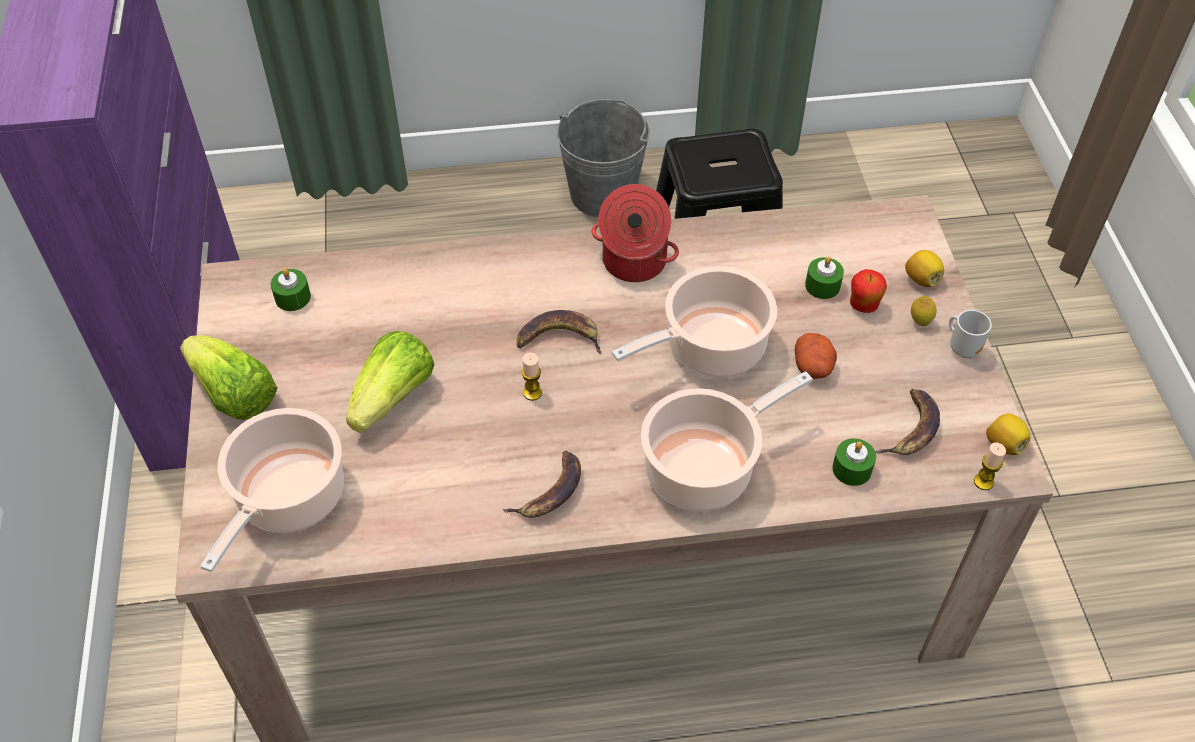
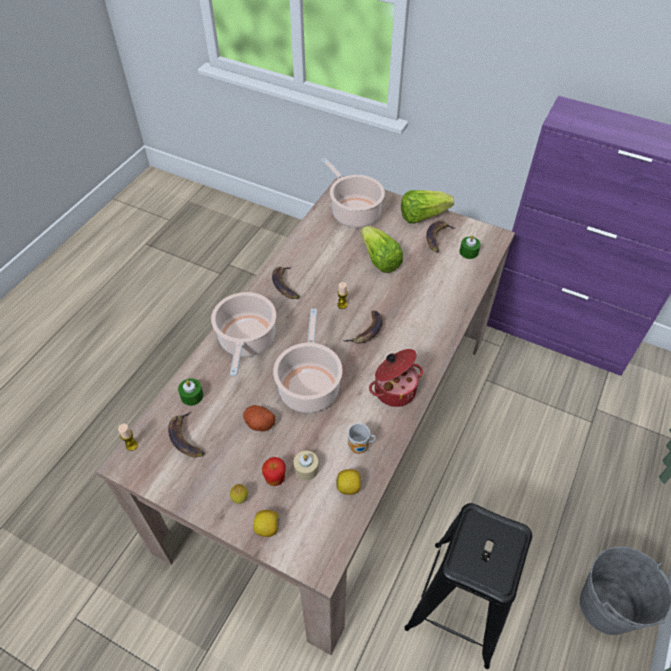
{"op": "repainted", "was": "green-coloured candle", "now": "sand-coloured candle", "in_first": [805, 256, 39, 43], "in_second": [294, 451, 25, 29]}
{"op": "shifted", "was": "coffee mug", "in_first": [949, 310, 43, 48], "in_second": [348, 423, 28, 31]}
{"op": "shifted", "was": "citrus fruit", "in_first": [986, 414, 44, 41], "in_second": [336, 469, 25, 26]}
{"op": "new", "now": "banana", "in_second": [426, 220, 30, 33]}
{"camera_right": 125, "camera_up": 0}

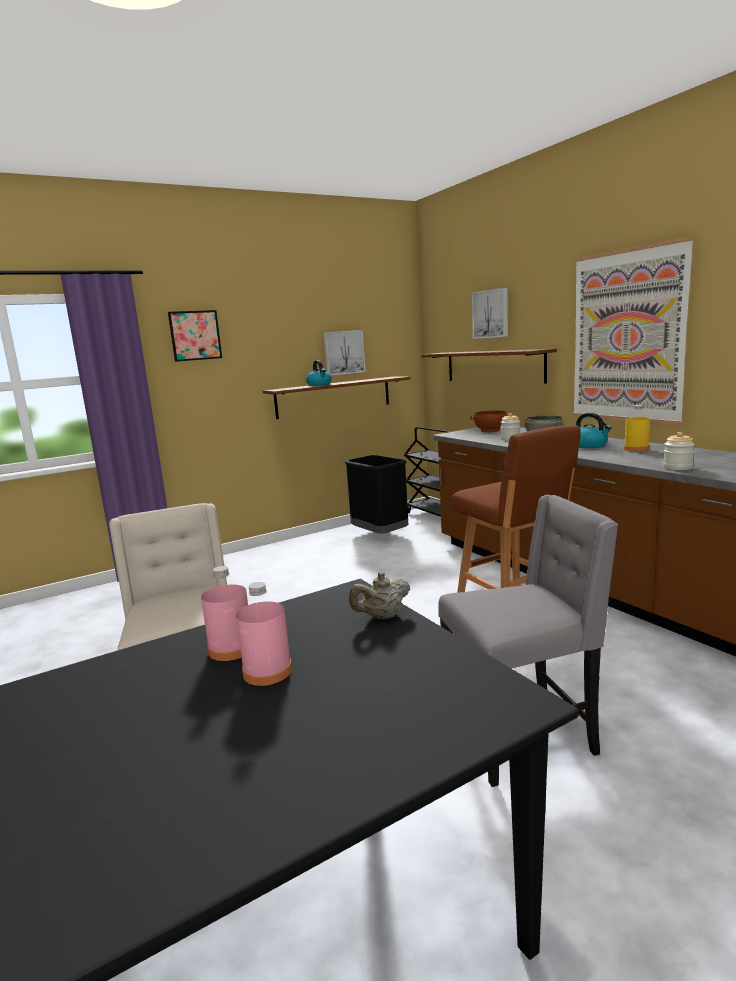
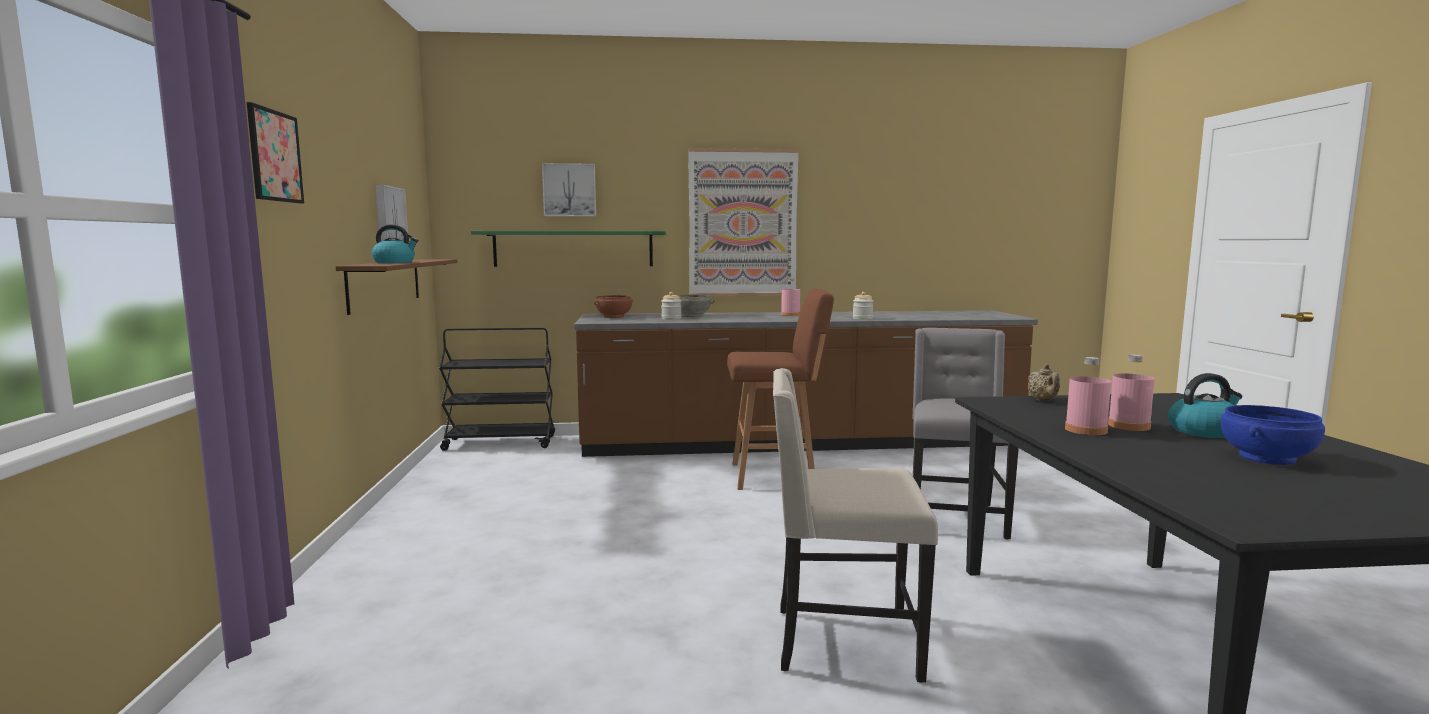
{"op": "gone", "was": "blackish waste bin", "in_first": [345, 455, 63, 79]}
{"op": "repainted", "was": "brownish wall shelf", "now": "green-coloured wall shelf", "in_first": [421, 349, 136, 34], "in_second": [471, 231, 195, 36]}
{"op": "shifted", "was": "tea kettle", "in_first": [576, 413, 36, 35], "in_second": [1168, 373, 75, 65]}
{"op": "repainted", "was": "yellow bottle", "now": "pink bottle", "in_first": [624, 405, 26, 46], "in_second": [781, 278, 19, 38]}
{"op": "new", "now": "blue bowl", "in_second": [1221, 405, 104, 60]}
{"camera_right": -65, "camera_up": -5}

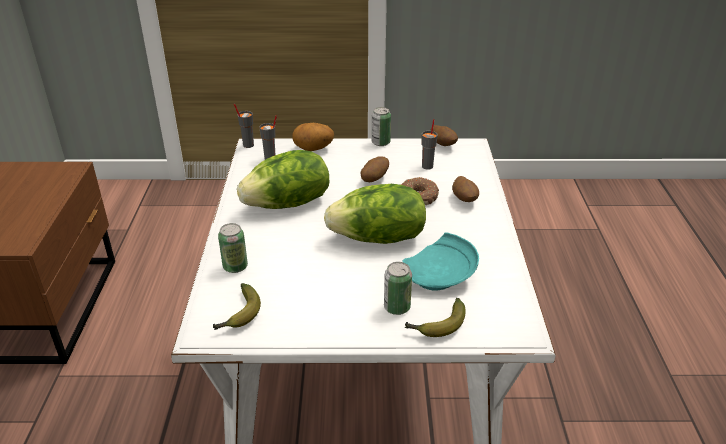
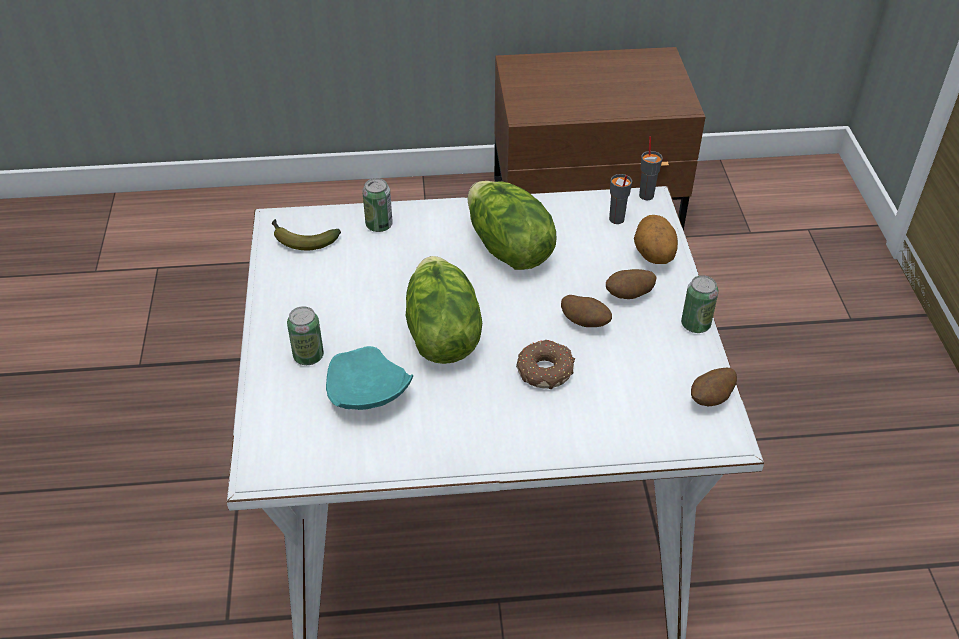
{"op": "gone", "was": "banana", "in_first": [405, 298, 60, 39]}
{"op": "gone", "was": "gray cup", "in_first": [422, 119, 16, 51]}
{"op": "shifted", "was": "spud", "in_first": [452, 176, 27, 26], "in_second": [606, 269, 51, 30]}
{"camera_right": 85, "camera_up": 10}

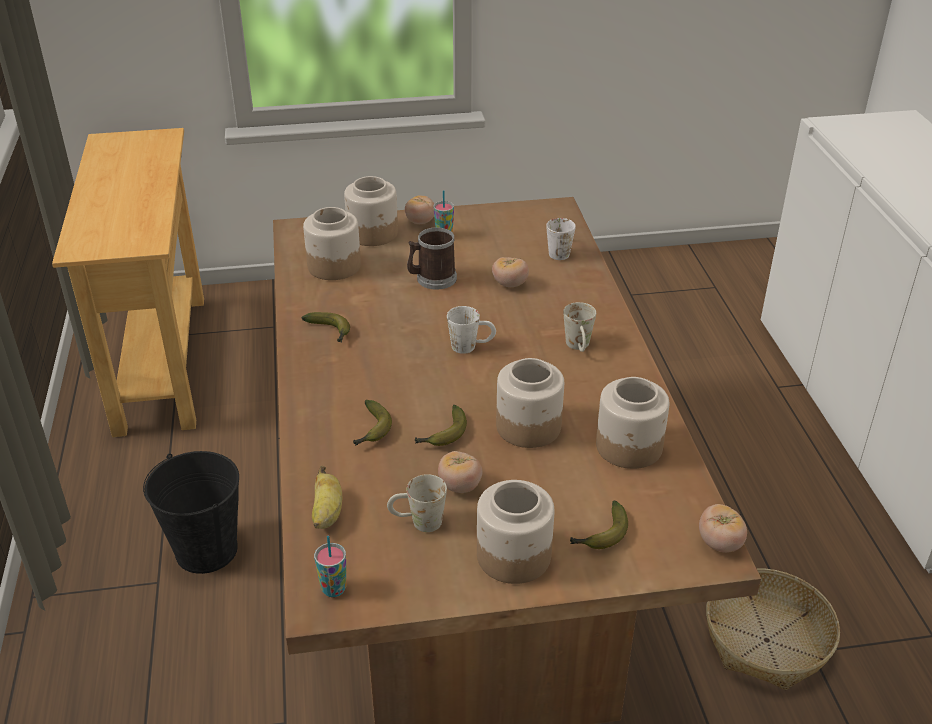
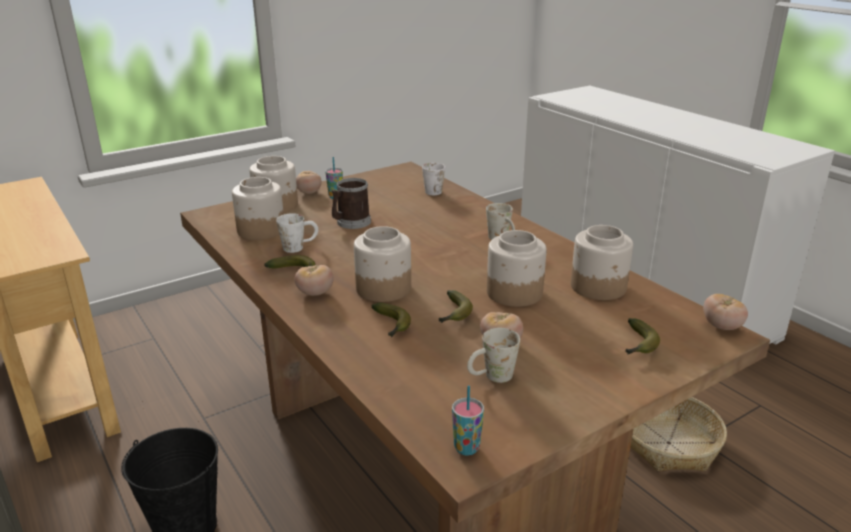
{"op": "gone", "was": "banana", "in_first": [312, 466, 30, 63]}
{"op": "shifted", "was": "white-coloured coffee mug", "in_first": [447, 306, 49, 48], "in_second": [276, 213, 42, 40]}
{"op": "shifted", "was": "preserve jar", "in_first": [477, 480, 77, 104], "in_second": [354, 226, 57, 76]}
{"op": "shifted", "was": "tomato", "in_first": [492, 257, 37, 30], "in_second": [294, 265, 40, 31]}
{"camera_right": -25, "camera_up": -10}

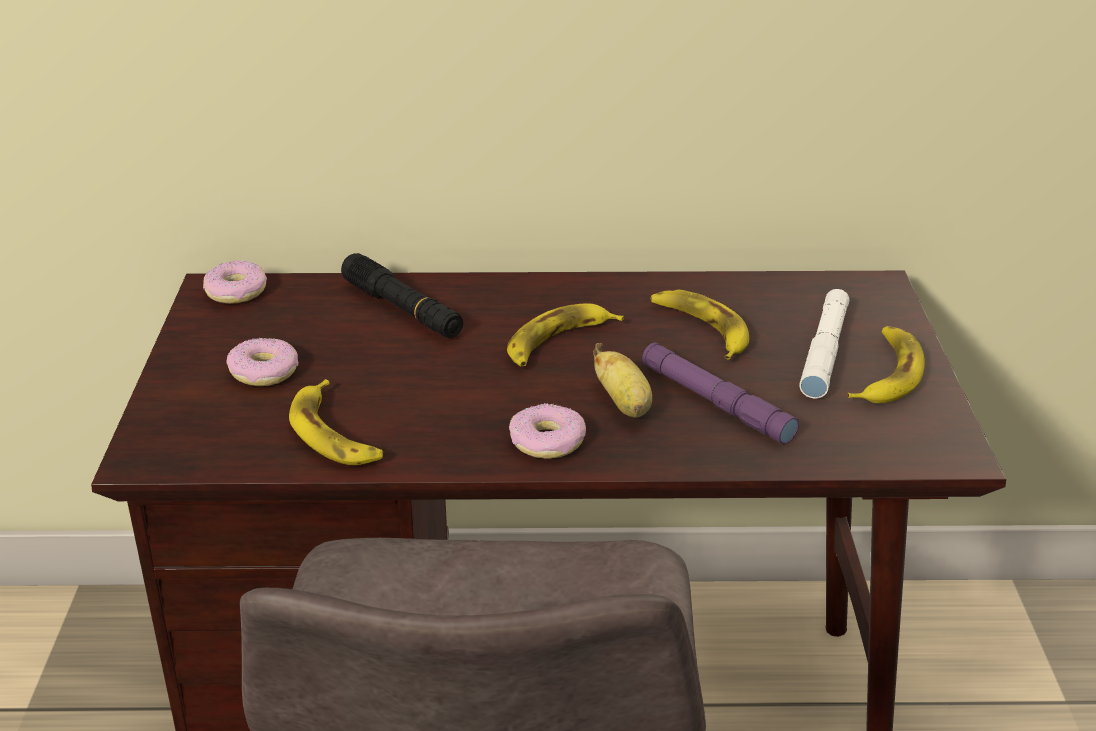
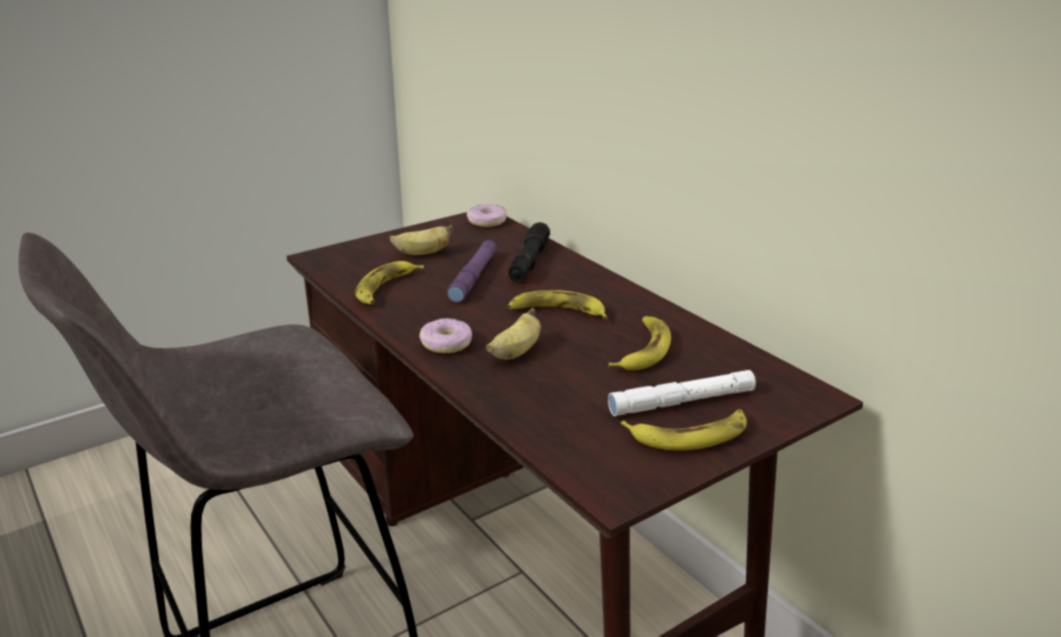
{"op": "swapped", "was": "donut", "now": "banana", "in_first": [226, 338, 72, 48], "in_second": [390, 225, 63, 30]}
{"op": "shifted", "was": "purple-coloured torch", "in_first": [642, 343, 157, 101], "in_second": [446, 240, 51, 63]}
{"camera_right": 55, "camera_up": -5}

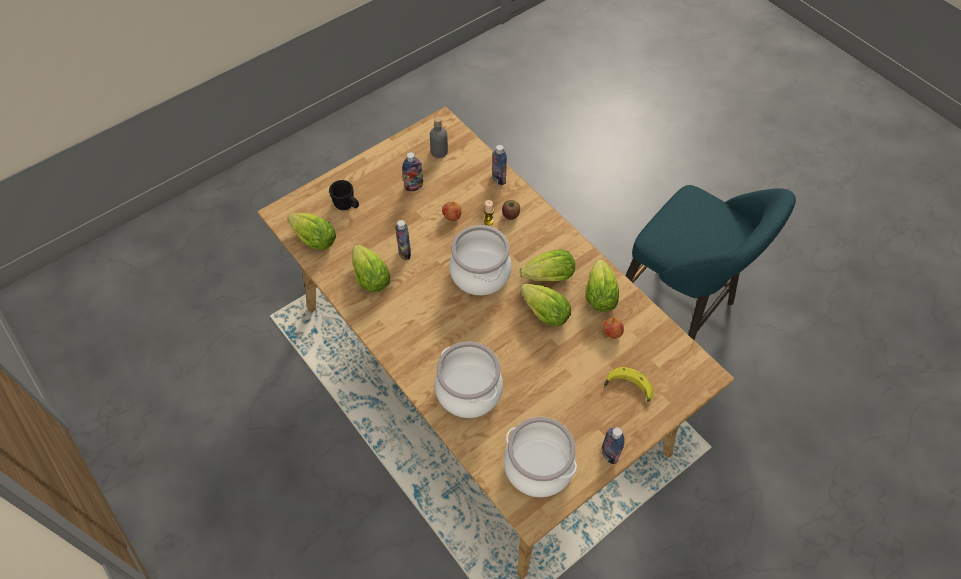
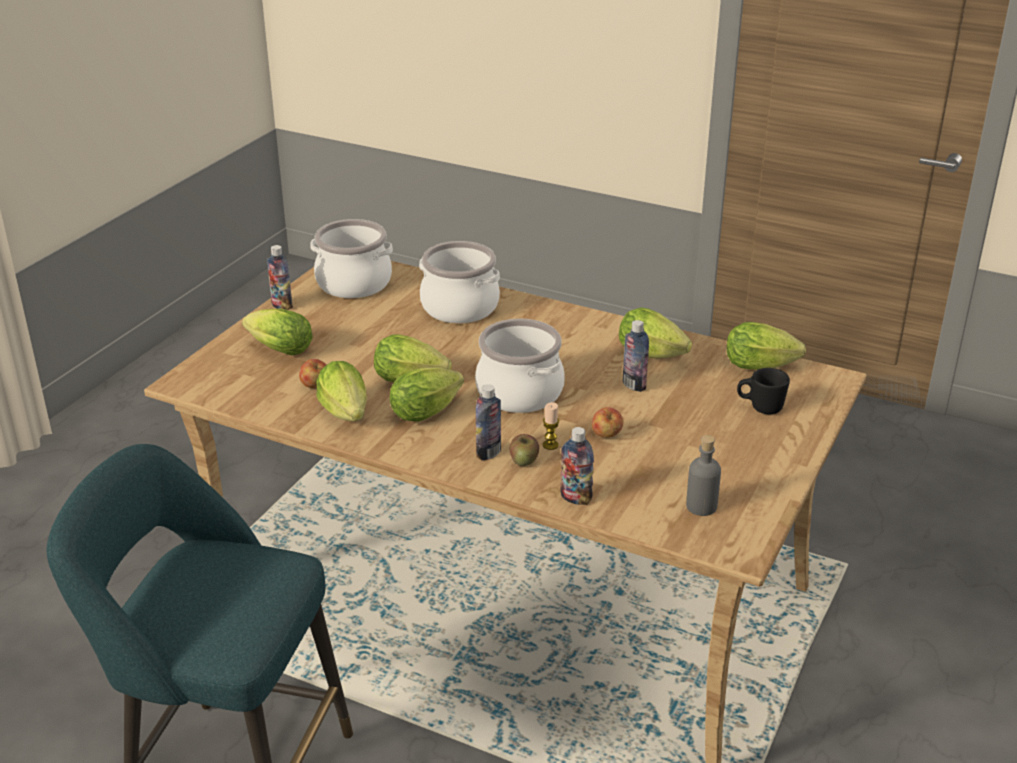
{"op": "shifted", "was": "bottle", "in_first": [402, 152, 21, 39], "in_second": [476, 384, 25, 77]}
{"op": "swapped", "was": "banana", "now": "head of lettuce", "in_first": [604, 367, 50, 35], "in_second": [242, 309, 71, 46]}
{"camera_right": 155, "camera_up": -25}

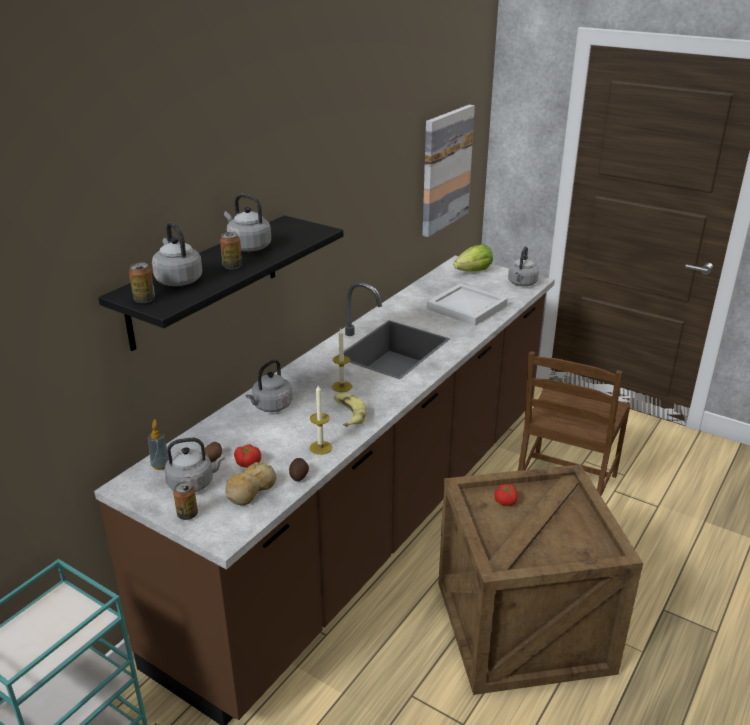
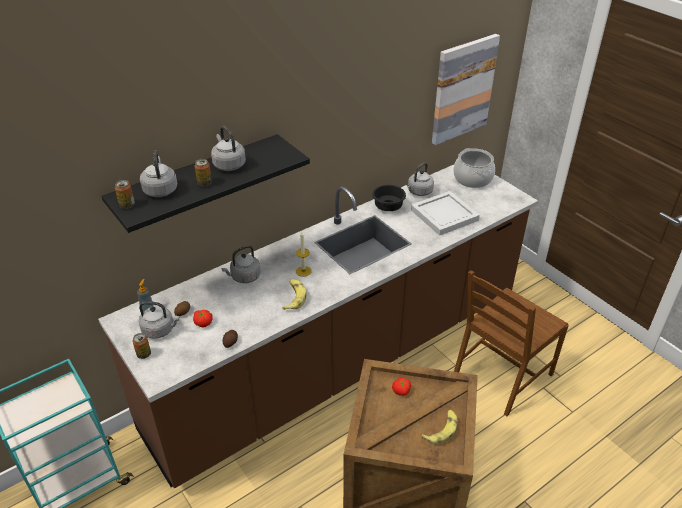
{"op": "gone", "was": "bakery bread", "in_first": [225, 462, 51, 43]}
{"op": "gone", "was": "candle", "in_first": [309, 385, 23, 70]}
{"op": "swapped", "was": "head of lettuce", "now": "saucepot", "in_first": [454, 244, 39, 28], "in_second": [453, 148, 42, 40]}
{"op": "shifted", "was": "gray tea kettle", "in_first": [508, 246, 31, 40], "in_second": [407, 162, 27, 34]}
{"op": "new", "now": "blackish bowl", "in_second": [372, 185, 34, 26]}
{"op": "new", "now": "banana", "in_second": [421, 410, 37, 34]}
{"camera_right": 20, "camera_up": 10}

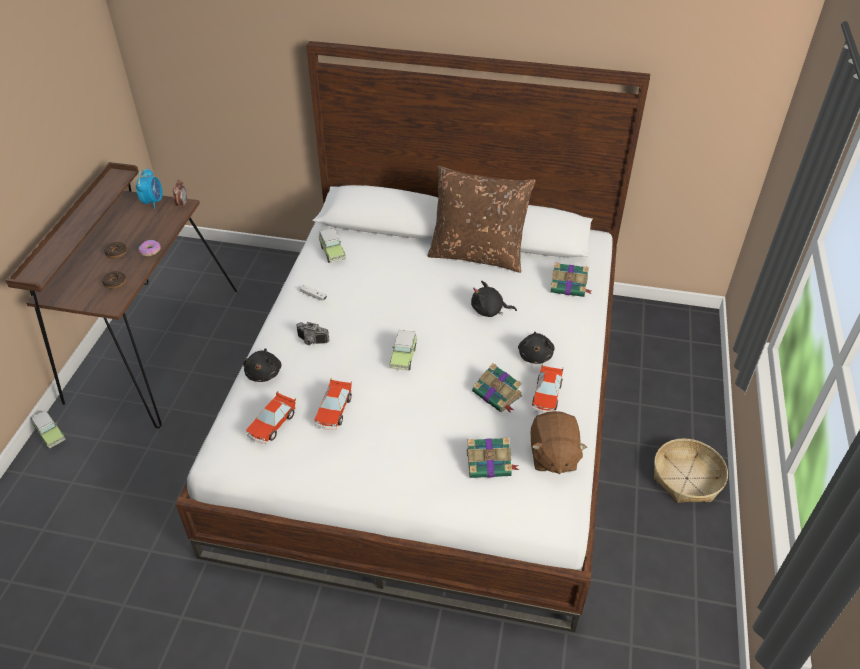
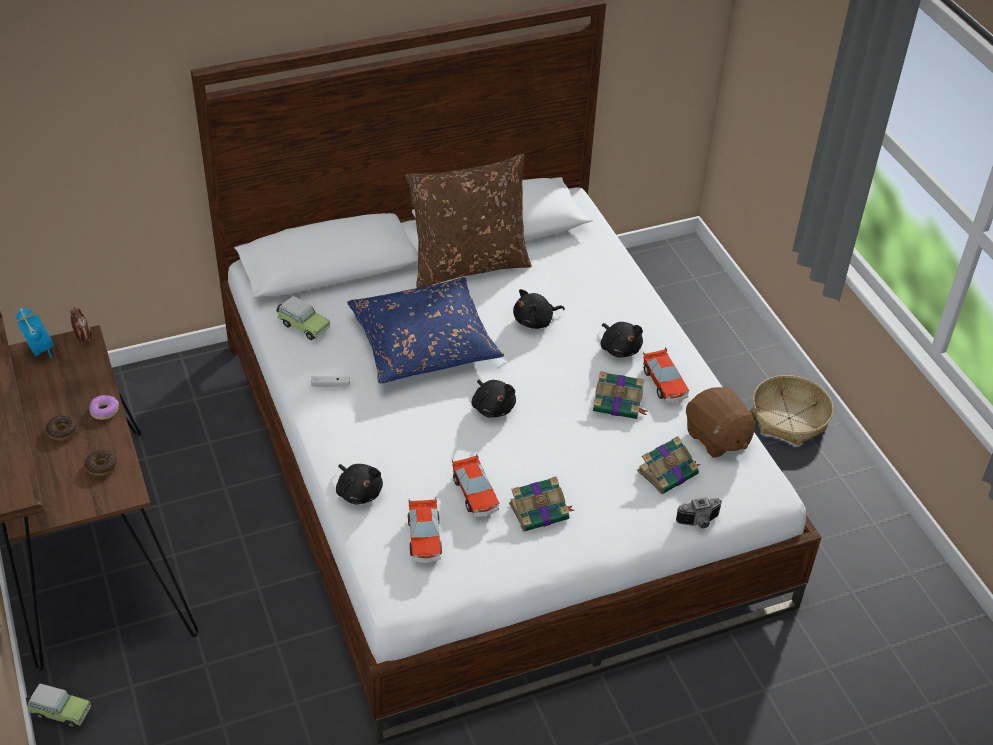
{"op": "shifted", "was": "still camera", "in_first": [296, 322, 34, 23], "in_second": [676, 497, 46, 31]}
{"op": "swapped", "was": "miniature car", "now": "blackish plush toy", "in_first": [390, 330, 27, 41], "in_second": [472, 380, 44, 37]}
{"op": "shifted", "was": "volume", "in_first": [550, 263, 42, 34], "in_second": [509, 476, 65, 56]}
{"op": "new", "now": "blue cushion", "in_second": [347, 277, 157, 106]}
{"camera_right": -35, "camera_up": 0}

